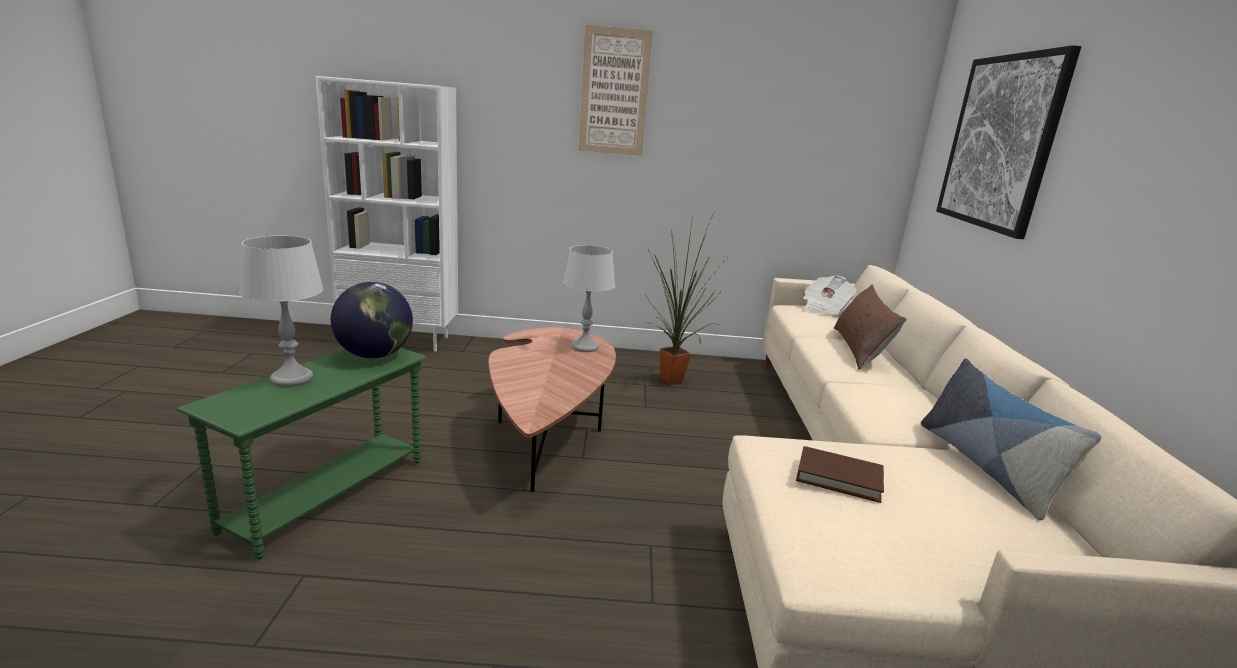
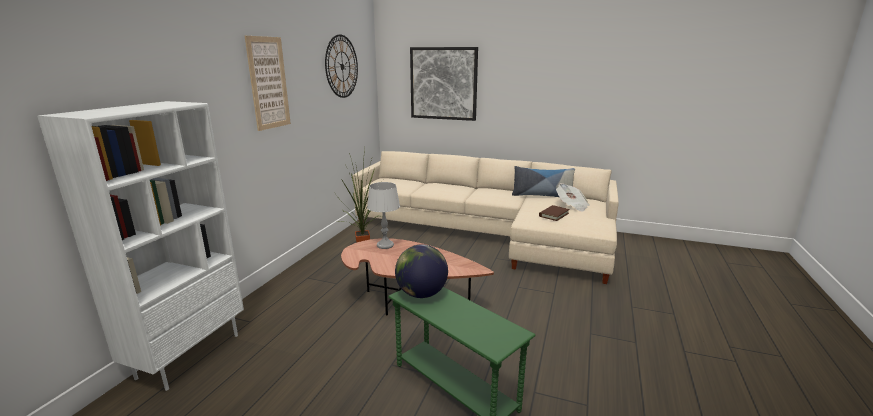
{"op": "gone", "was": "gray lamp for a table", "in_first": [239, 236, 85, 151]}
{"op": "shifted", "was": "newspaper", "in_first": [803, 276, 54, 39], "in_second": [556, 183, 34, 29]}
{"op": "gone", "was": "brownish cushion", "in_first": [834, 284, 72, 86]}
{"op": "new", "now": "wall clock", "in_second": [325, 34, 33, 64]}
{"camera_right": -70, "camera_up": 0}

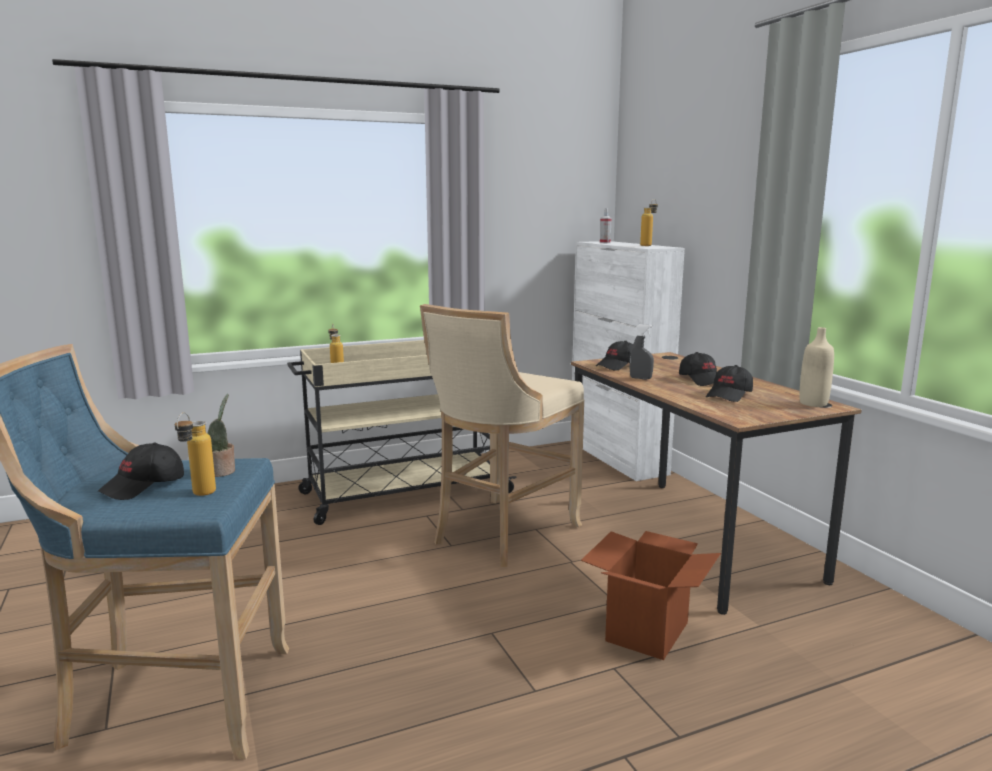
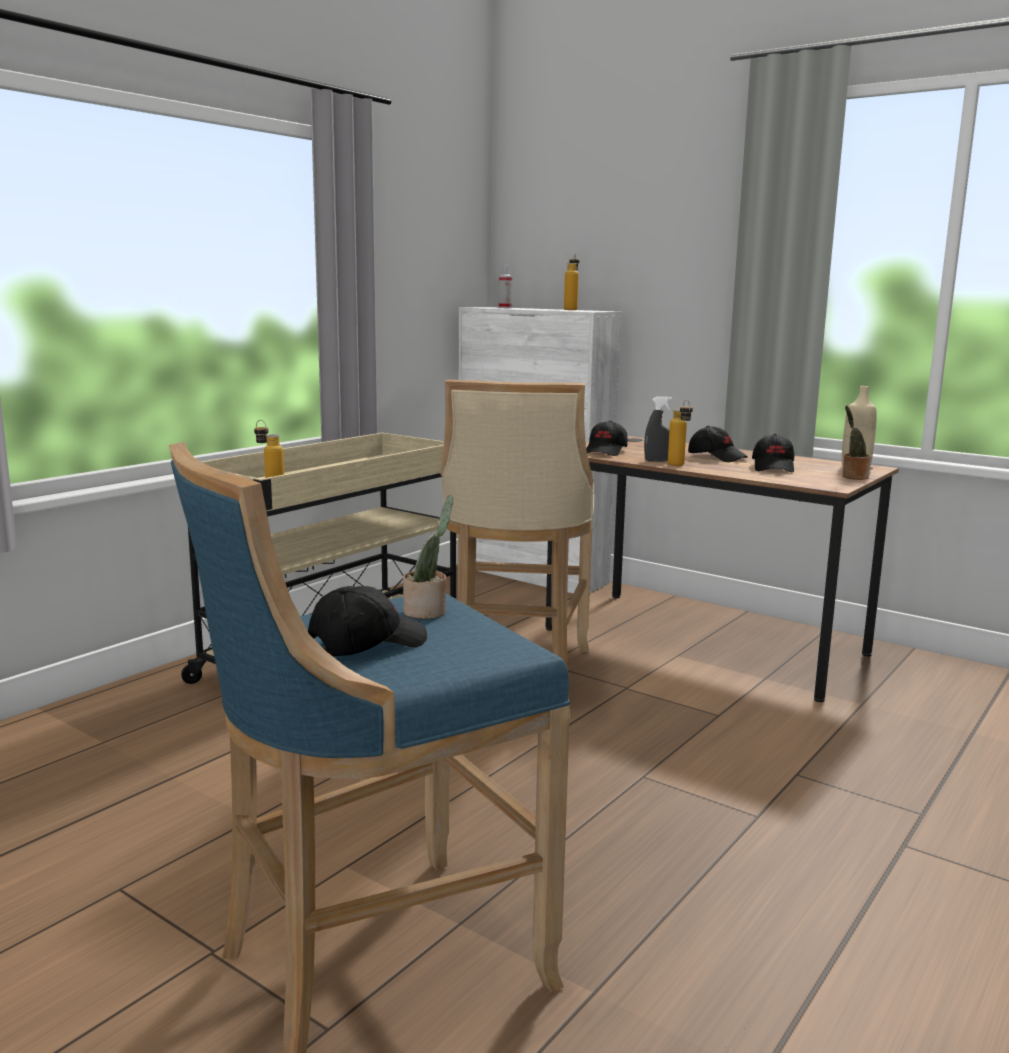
{"op": "rotated", "was": "blackish peaked cap", "in_first": [98, 443, 86, 57], "in_second": [308, 586, 119, 70], "clockwise": -135}
{"op": "shifted", "was": "bottle", "in_first": [175, 413, 41, 83], "in_second": [668, 399, 25, 67]}
{"op": "gone", "was": "packing box", "in_first": [581, 531, 140, 129]}
{"op": "new", "now": "potted plant", "in_second": [842, 406, 29, 74]}
{"camera_right": -30, "camera_up": 0}

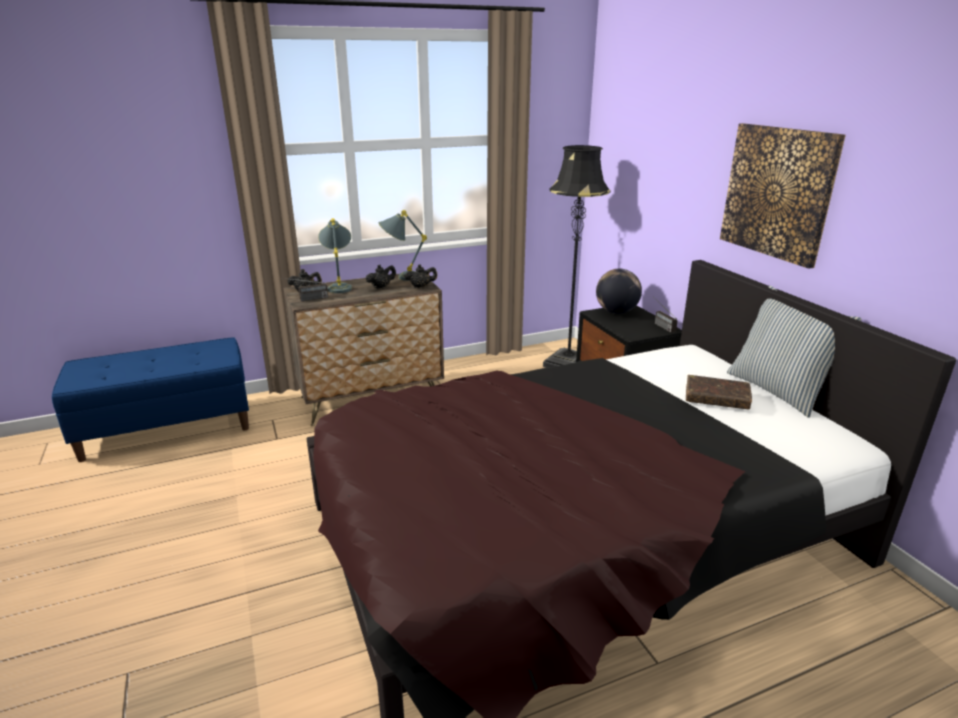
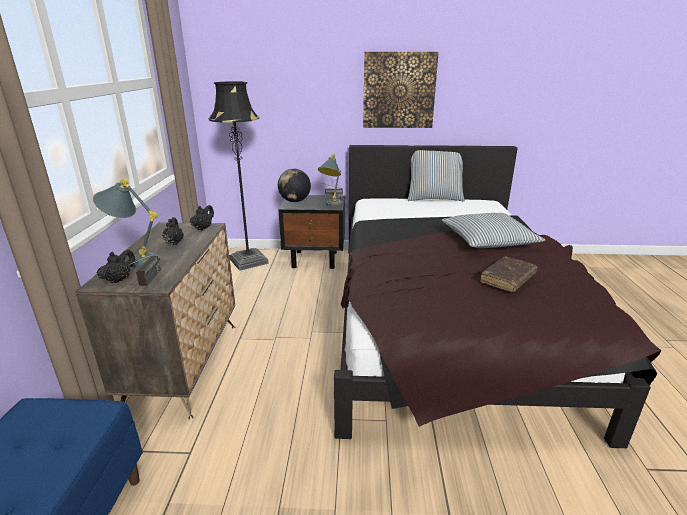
{"op": "shifted", "was": "gray lamp for a table", "in_first": [379, 210, 48, 71], "in_second": [318, 154, 25, 52]}
{"op": "shifted", "was": "brownish volume", "in_first": [686, 375, 66, 35], "in_second": [480, 256, 57, 36]}
{"op": "new", "now": "cushion", "in_second": [441, 213, 104, 35]}
{"camera_right": -65, "camera_up": 0}

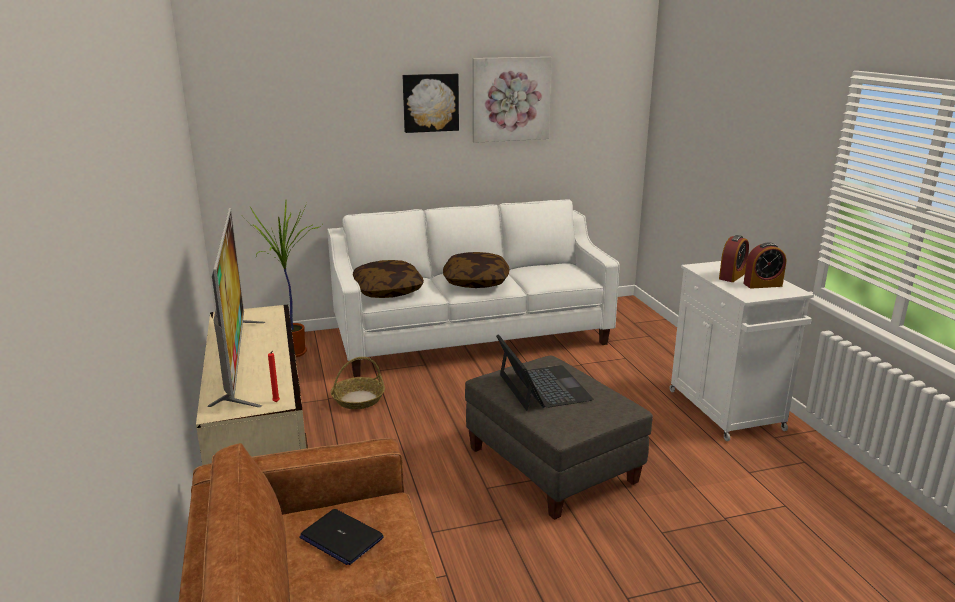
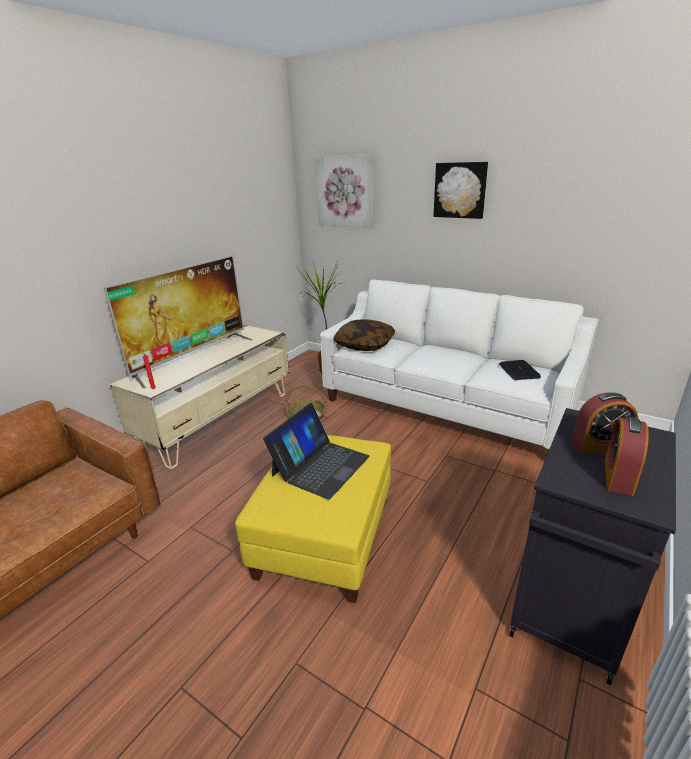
{"op": "shifted", "was": "laptop", "in_first": [299, 509, 85, 56], "in_second": [499, 360, 42, 20]}
{"op": "gone", "was": "cushion", "in_first": [443, 252, 67, 36]}
{"op": "repainted", "was": "gray ottoman", "now": "yellow ottoman", "in_first": [465, 356, 188, 164], "in_second": [235, 435, 156, 168]}
{"op": "shifted", "was": "wall art", "in_first": [472, 57, 80, 86], "in_second": [315, 154, 59, 74]}
{"op": "repainted", "was": "white-coloured cupboard", "now": "blackish cupboard", "in_first": [669, 261, 145, 180], "in_second": [509, 408, 167, 277]}
{"op": "rotated", "was": "bedside clock", "in_first": [743, 242, 43, 47], "in_second": [605, 417, 44, 79], "clockwise": 75}
{"camera_right": 50, "camera_up": 5}

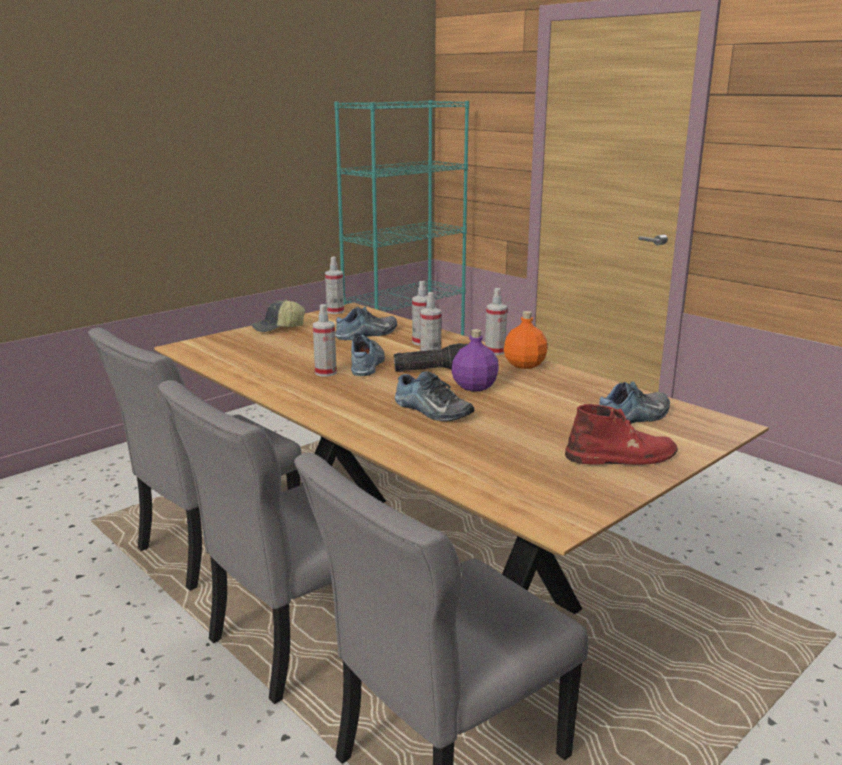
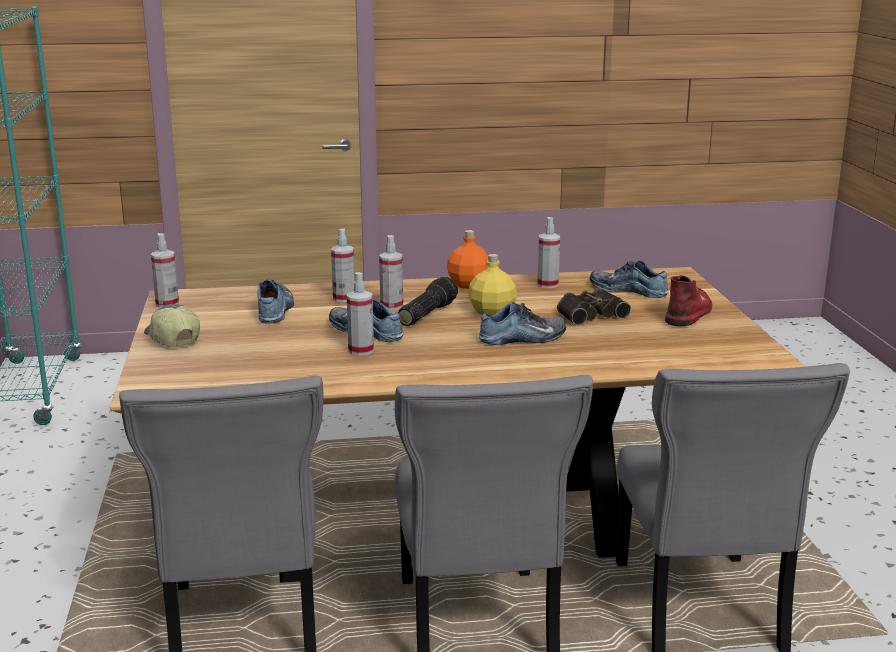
{"op": "rotated", "was": "peaked cap", "in_first": [251, 299, 54, 33], "in_second": [144, 304, 56, 43], "clockwise": 135}
{"op": "repainted", "was": "purple-coloured bottle", "now": "yellow bottle", "in_first": [451, 329, 48, 63], "in_second": [468, 254, 49, 62]}
{"op": "shifted", "was": "hand sprayer", "in_first": [485, 288, 22, 67], "in_second": [537, 217, 23, 71]}
{"op": "rotated", "was": "item of footwear", "in_first": [599, 382, 71, 42], "in_second": [590, 260, 79, 38], "clockwise": -60}
{"op": "new", "now": "binoculars", "in_second": [557, 288, 74, 37]}
{"camera_right": -55, "camera_up": 0}

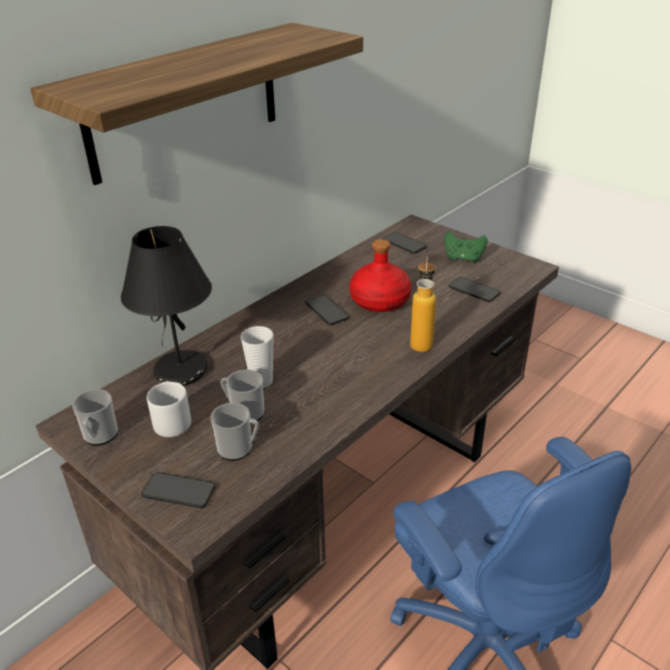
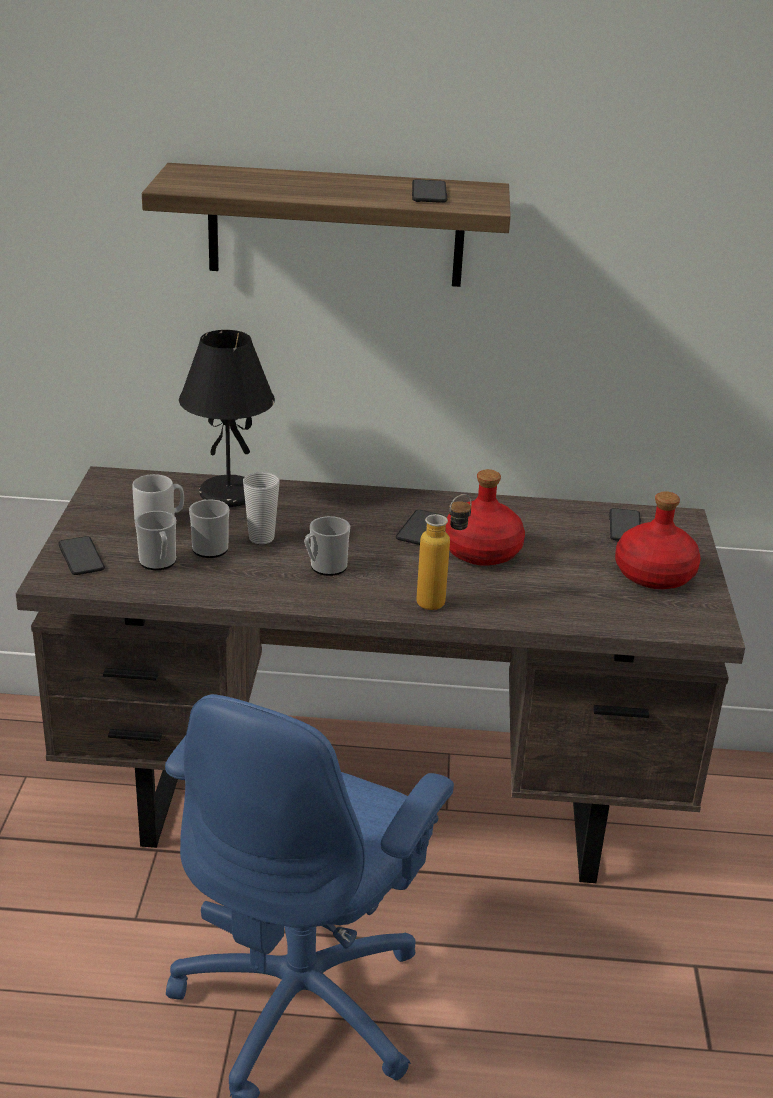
{"op": "shifted", "was": "coffee mug", "in_first": [72, 389, 46, 57], "in_second": [304, 516, 46, 60]}
{"op": "swapped", "was": "green-coloured gamepad", "now": "reddish bottle", "in_first": [445, 232, 42, 31], "in_second": [615, 491, 86, 98]}
{"op": "shifted", "was": "phone", "in_first": [449, 277, 52, 25], "in_second": [412, 180, 35, 23]}
{"camera_right": 50, "camera_up": -5}

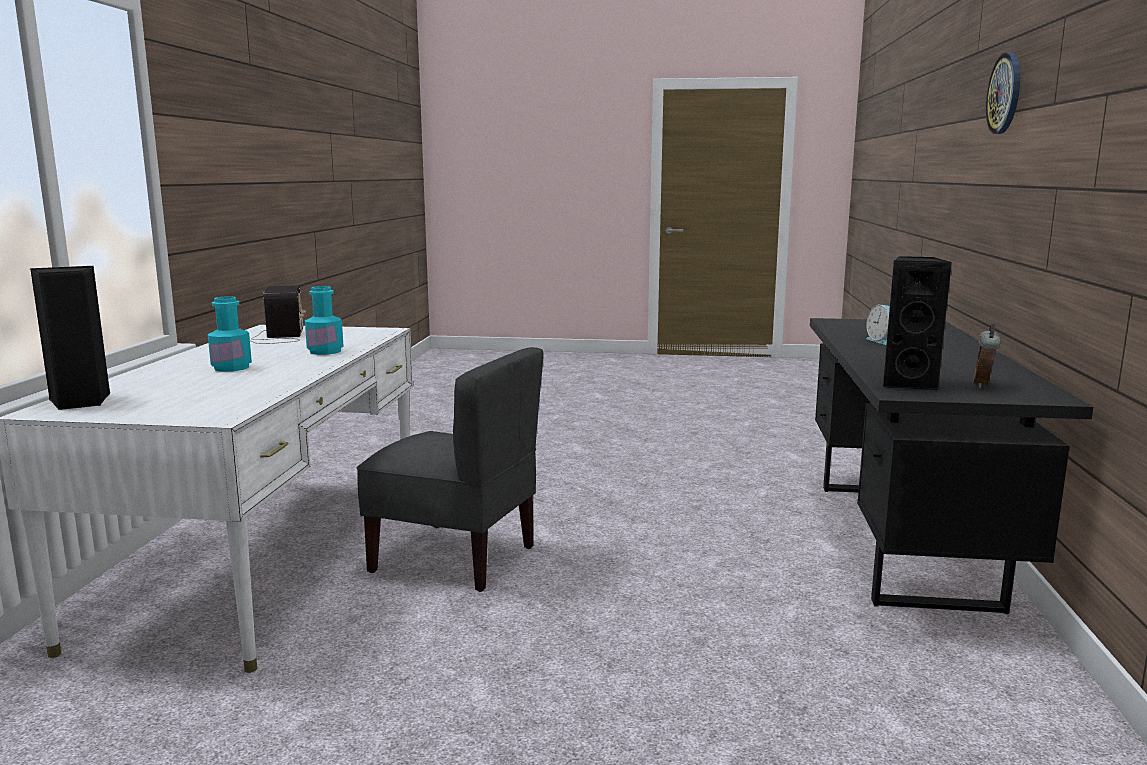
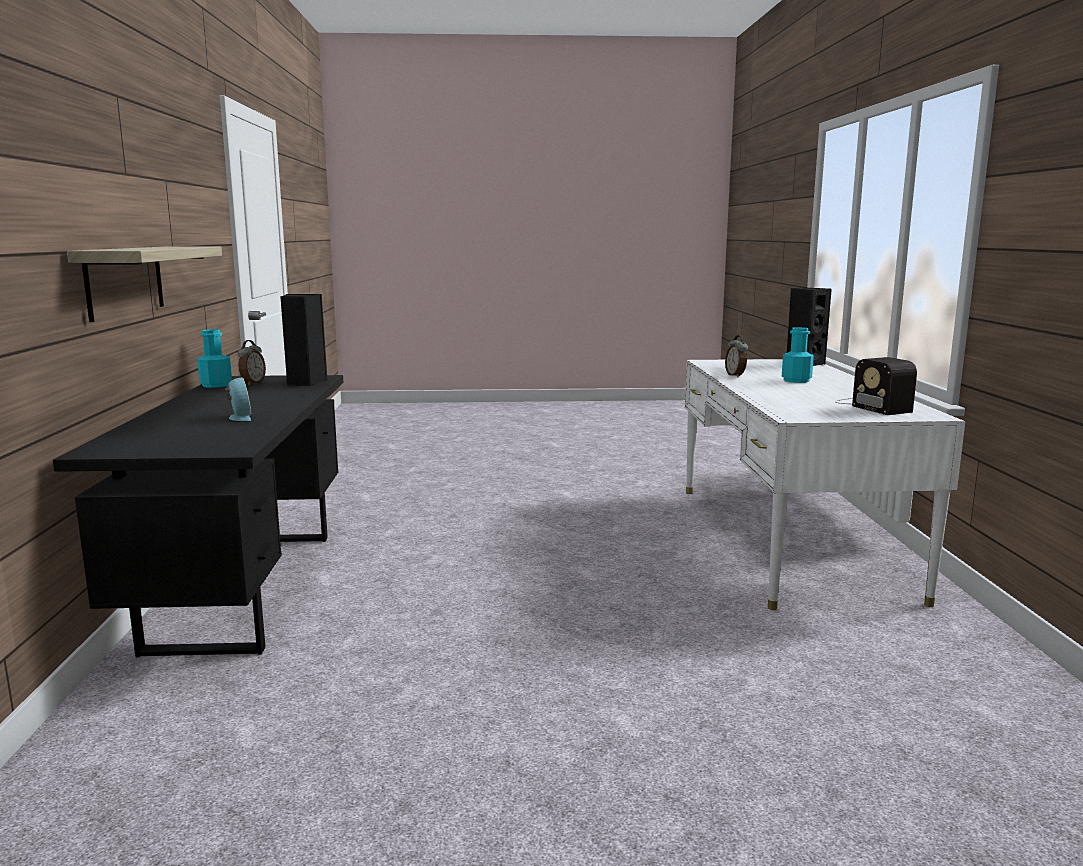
{"op": "shifted", "was": "turquoise-coloured bottle", "in_first": [305, 286, 39, 69], "in_second": [197, 329, 35, 59]}
{"op": "gone", "was": "gray upright chair", "in_first": [357, 347, 186, 245]}
{"op": "gone", "was": "wall clock", "in_first": [986, 52, 34, 82]}
{"op": "new", "now": "wall shelf", "in_second": [67, 247, 155, 75]}
{"op": "new", "now": "bedside clock", "in_second": [725, 335, 23, 42]}
{"camera_right": 170, "camera_up": 0}

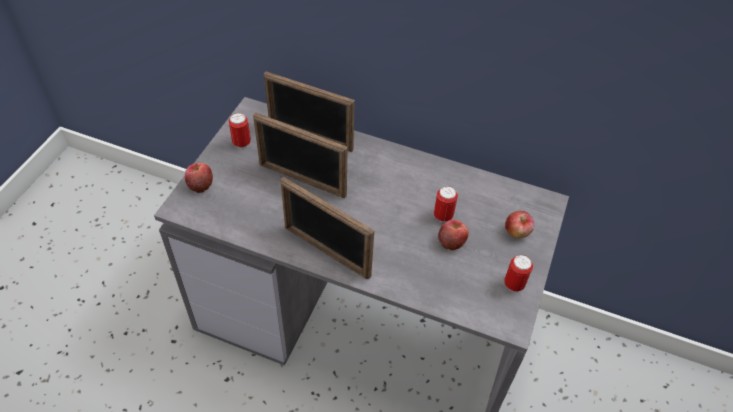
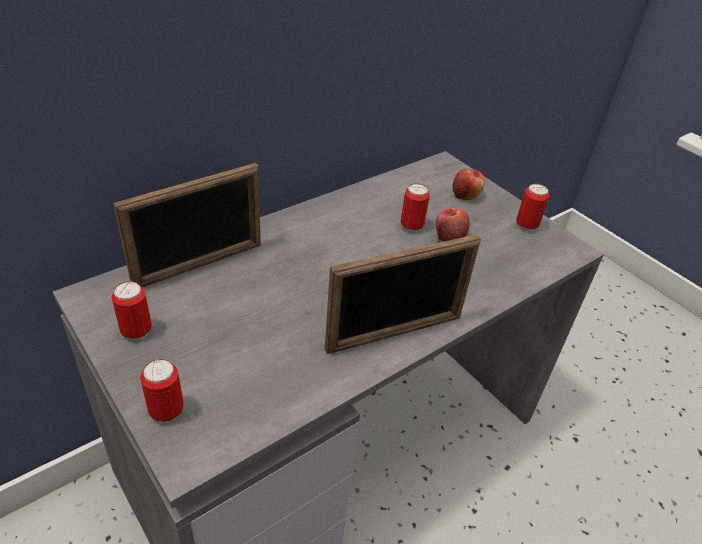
{"op": "swapped", "was": "whole apple", "now": "metal can", "in_first": [184, 163, 29, 30], "in_second": [140, 359, 44, 64]}
{"op": "gone", "was": "picture frame", "in_first": [253, 112, 95, 86]}
{"camera_right": -60, "camera_up": -10}

